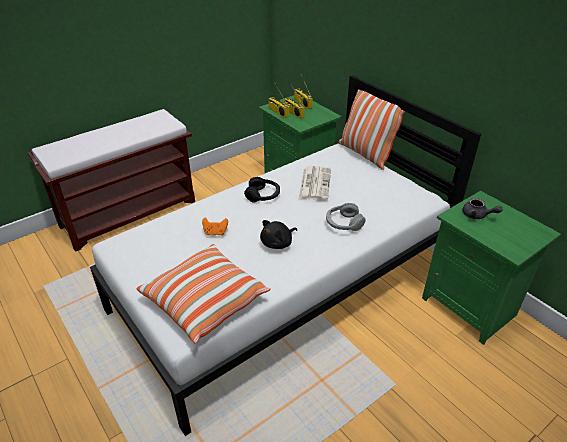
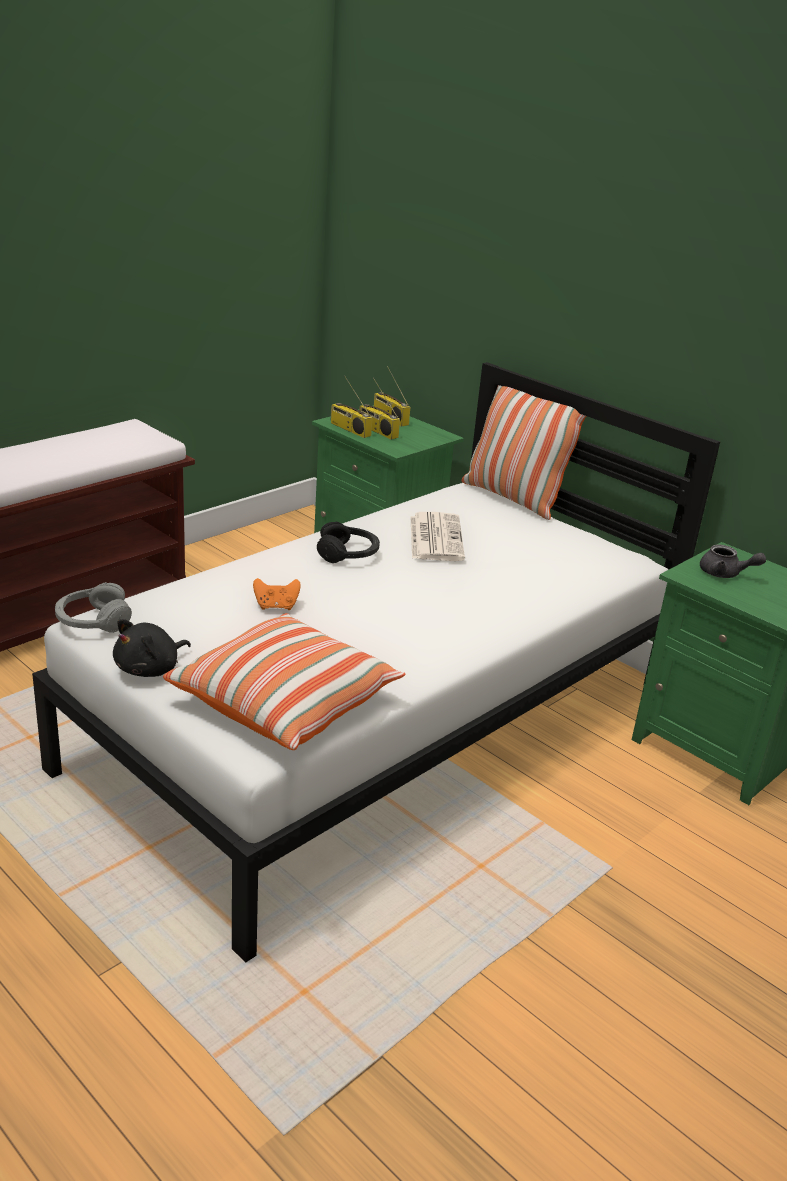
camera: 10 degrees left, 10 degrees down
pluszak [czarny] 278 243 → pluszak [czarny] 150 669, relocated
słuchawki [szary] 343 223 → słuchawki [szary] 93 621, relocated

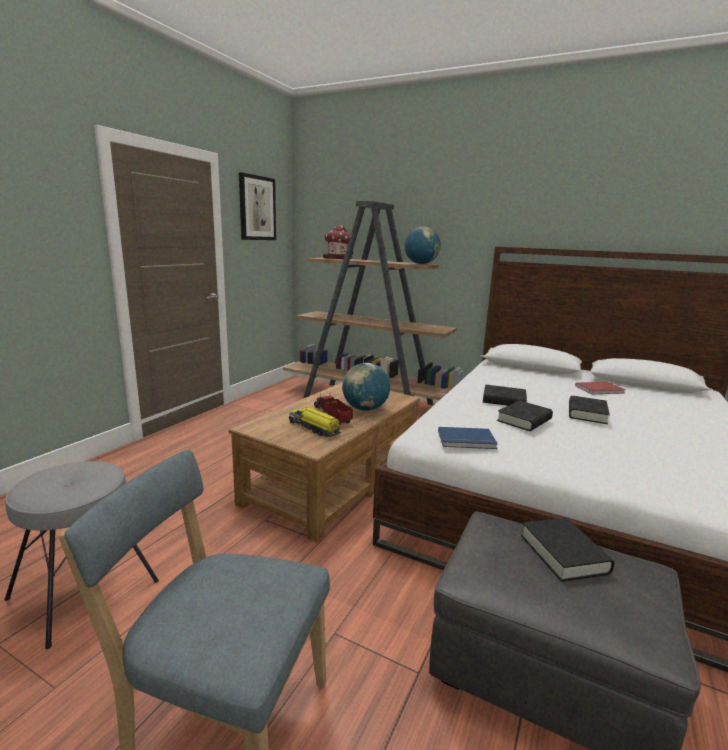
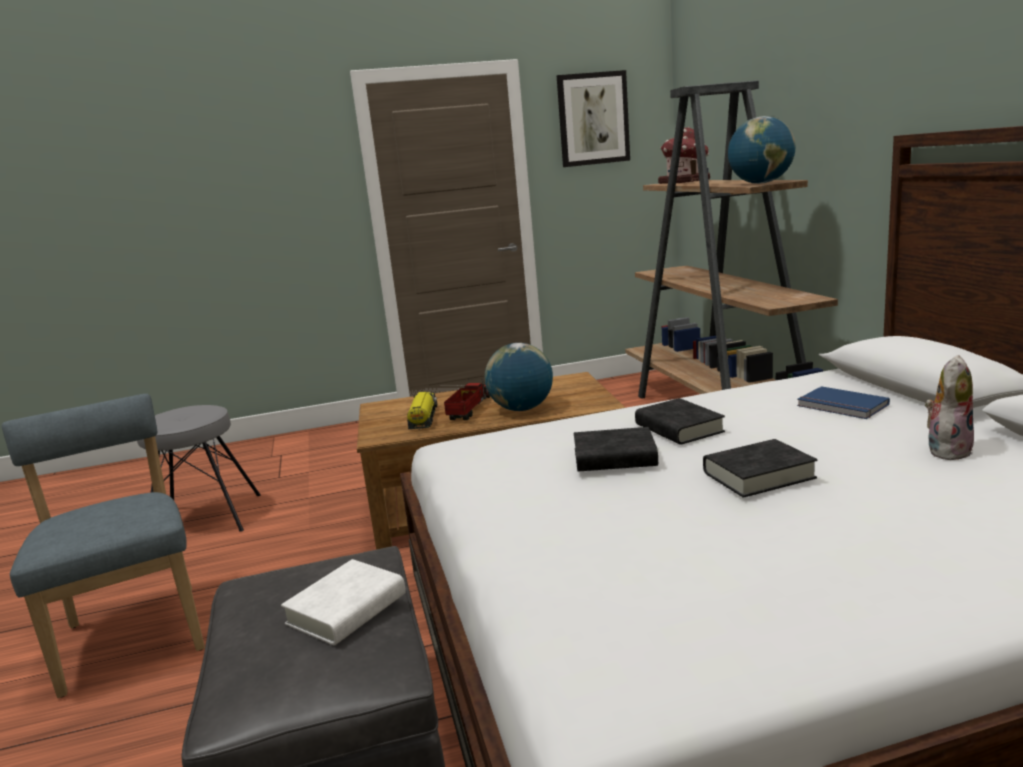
camera: 50 degrees right, 0 degrees up
książka [niebieski] 467 441 → książka [niebieski] 841 406, relocated
książka [czerwony] 600 390 → pluszak 947 450
książka [czarny] 563 554 → książka [biały] 347 609

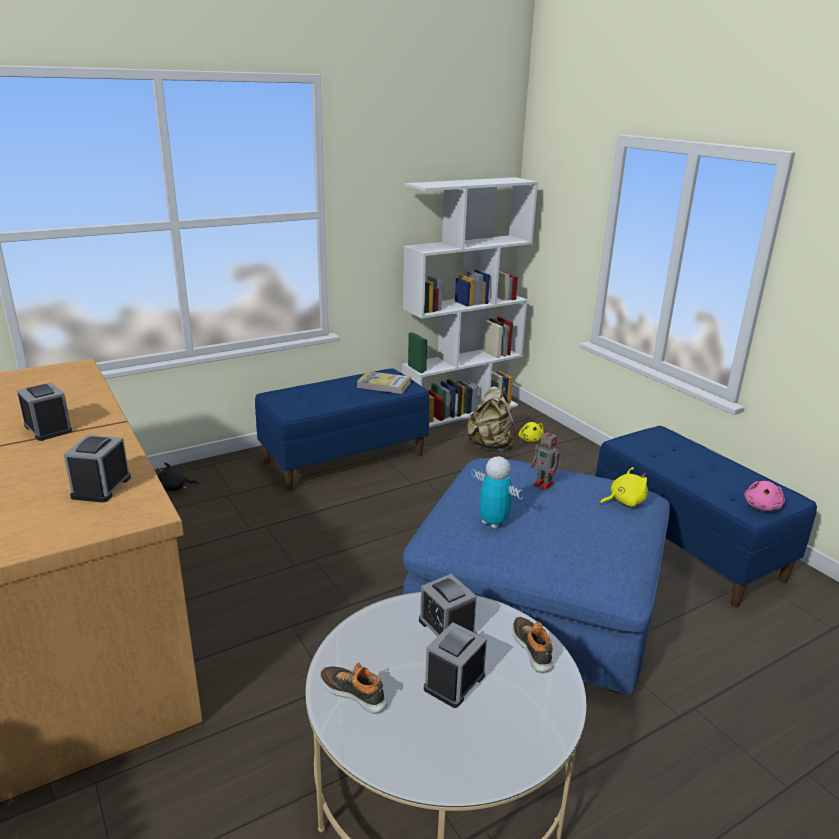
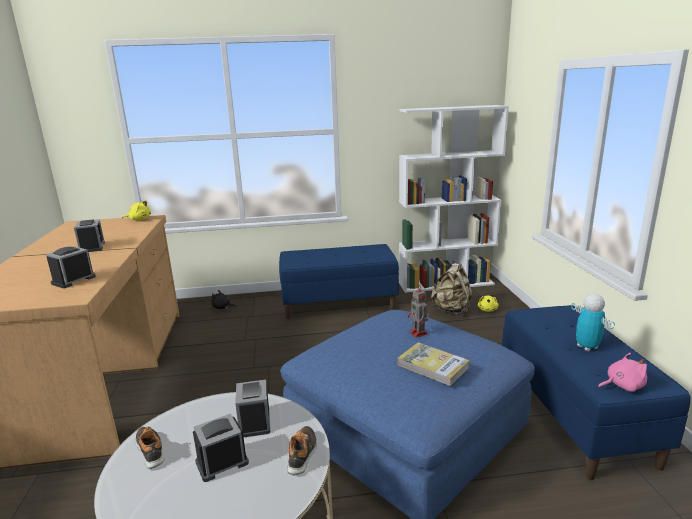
camera: 25 degrees right, 5 degrees down
książka 384 385 → książka 433 366, relocated
robot zabawkowy 493 523 → robot zabawkowy 587 347, relocated
pluszak [żółty] 624 501 → pluszak [żółty] 139 219, relocated
pluszak [różowy] 762 506 → pluszak [różowy] 622 385, 150 degrees counterclockwise

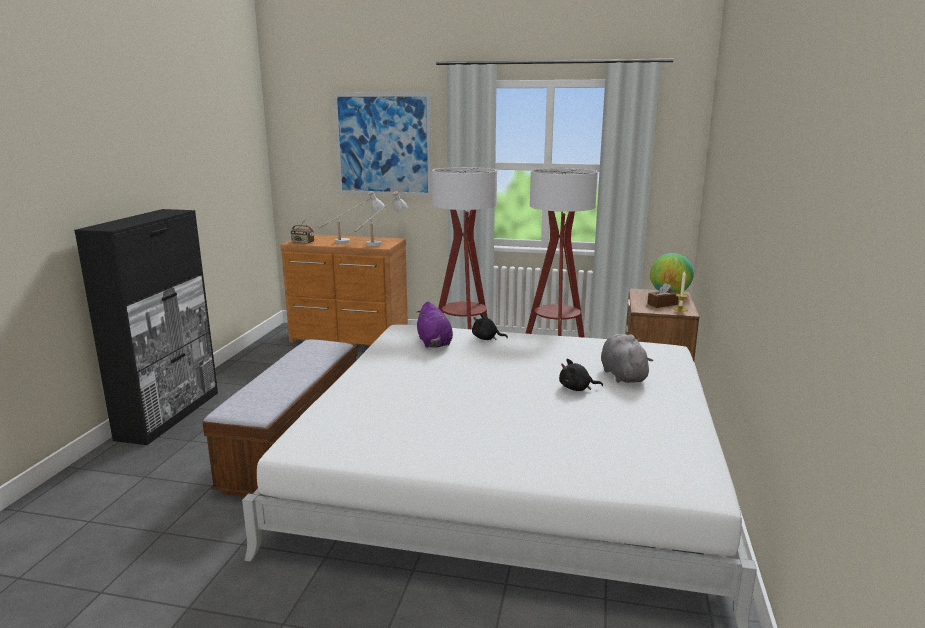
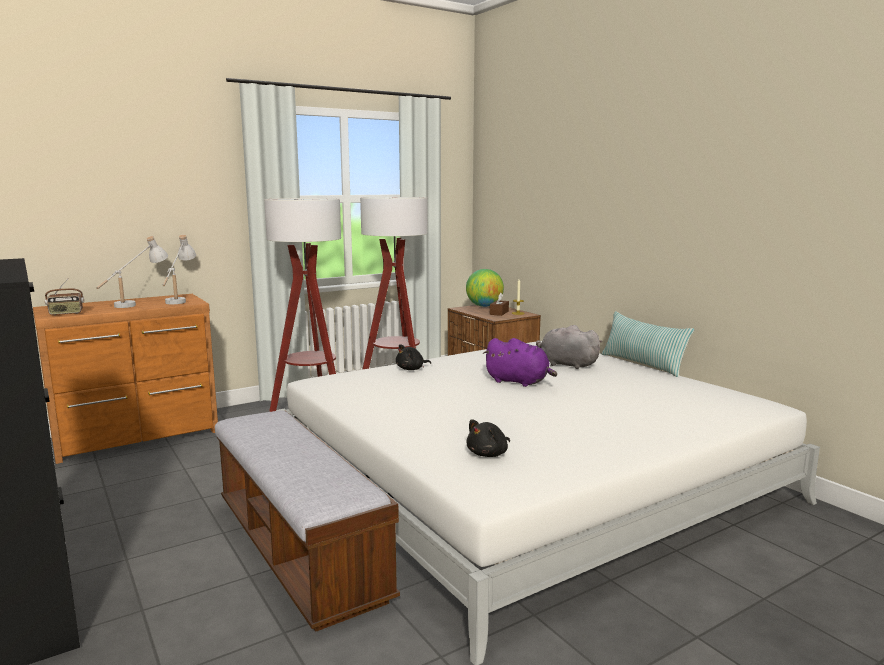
camera: 45 degrees left, 5 degrees down
obraz 383 145 → -
- → poduszka 642 364
pluszak [fioletowy] 434 343 → pluszak [fioletowy] 519 382, relocated
pluszak [czarny] 577 388 → pluszak [czarny] 489 454, relocated

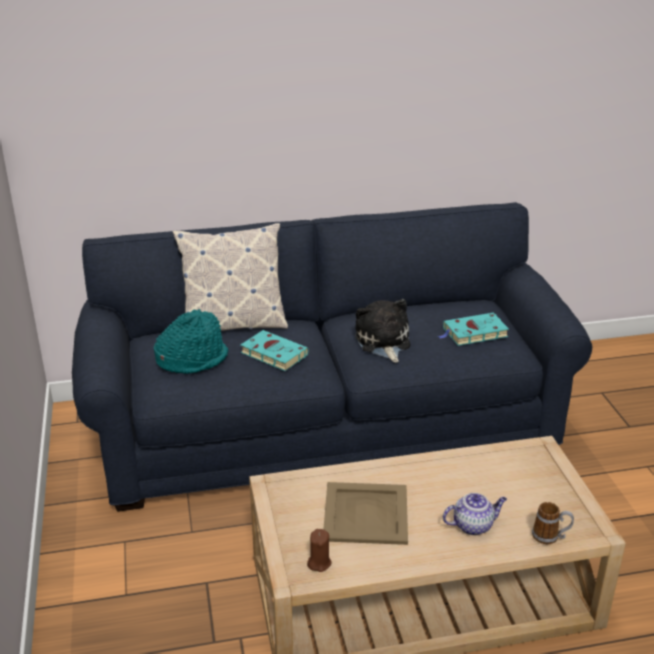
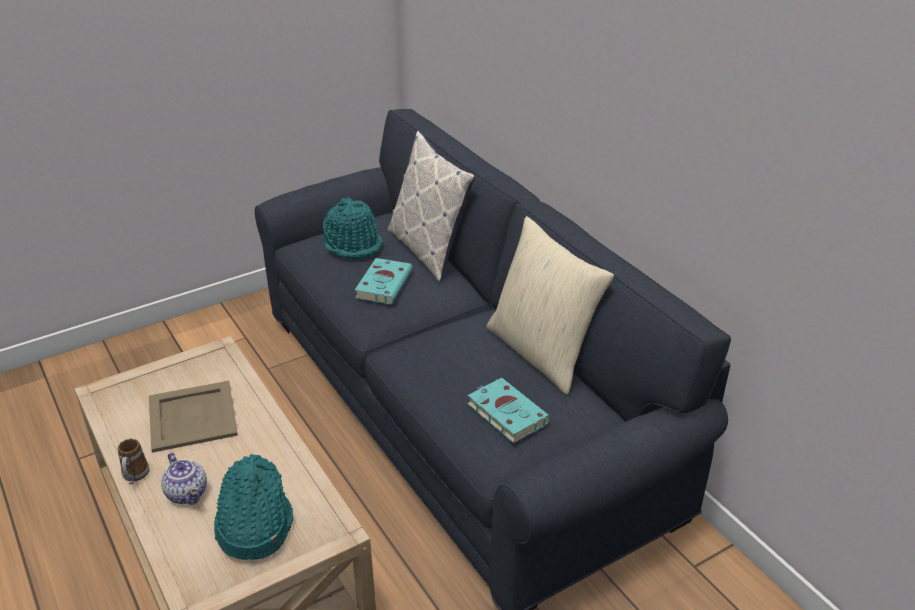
camera: 70 degrees right, 5 degrees up
świeca [brązowy] 319 563 → -
pluszak 383 342 → -
- → kapelusz [turkusowy] 253 526
- → poduszka [beżowy] 541 352
kubek 550 537 → kubek 134 476, relocated

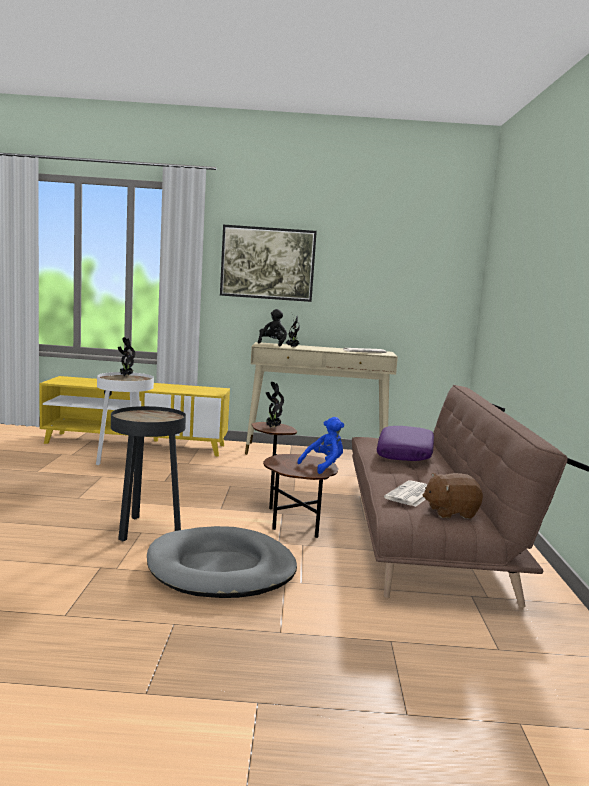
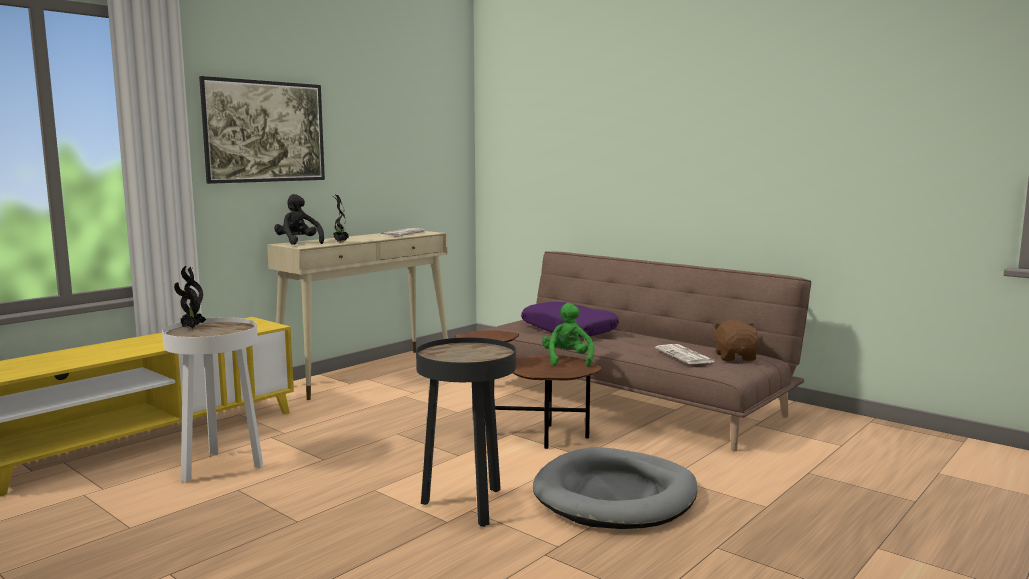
camera: 50 degrees left, 0 degrees up
roślina doniczkowa 272 428 → -
pluszak [niebieski] 324 466 → pluszak [zielony] 567 360
pluszak [brązowy] 450 512 → pluszak [brązowy] 735 357, 150 degrees clockwise

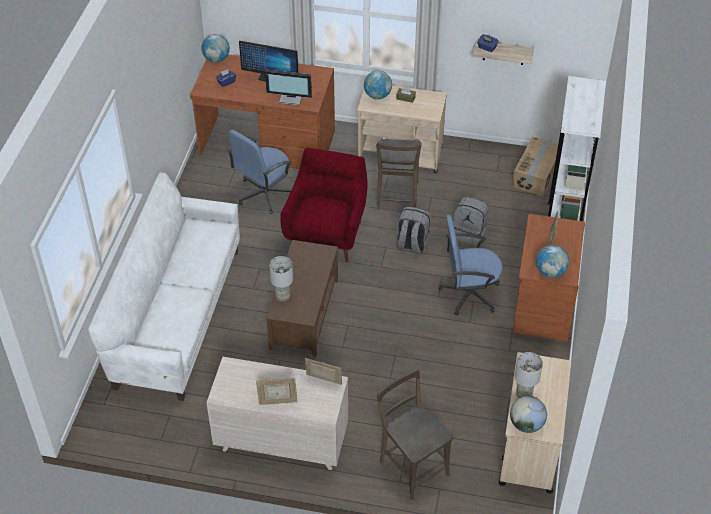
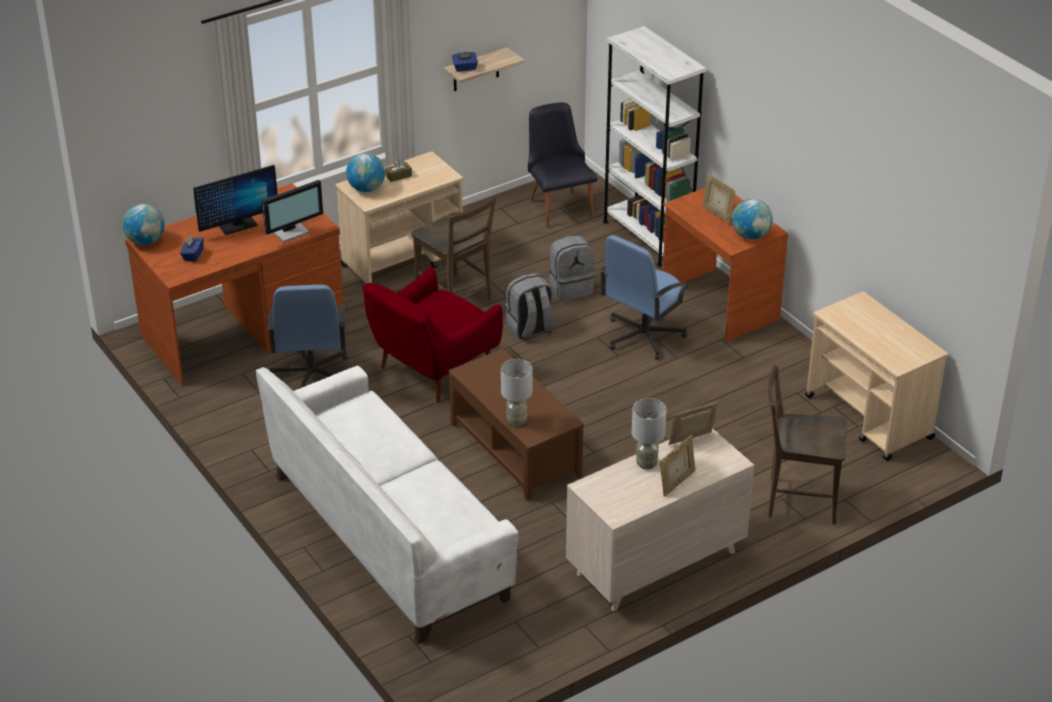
camera: 45 degrees left, 10 degrees down
globus 526 424 → -
lampa stołowa [szary] 524 394 → lampa stołowa [szary] 646 463, relocated
karton 536 174 → krzesło [czarny] 559 205
fotel [czerwony] 327 234 → fotel [czerwony] 432 370, 105 degrees counterclockwise

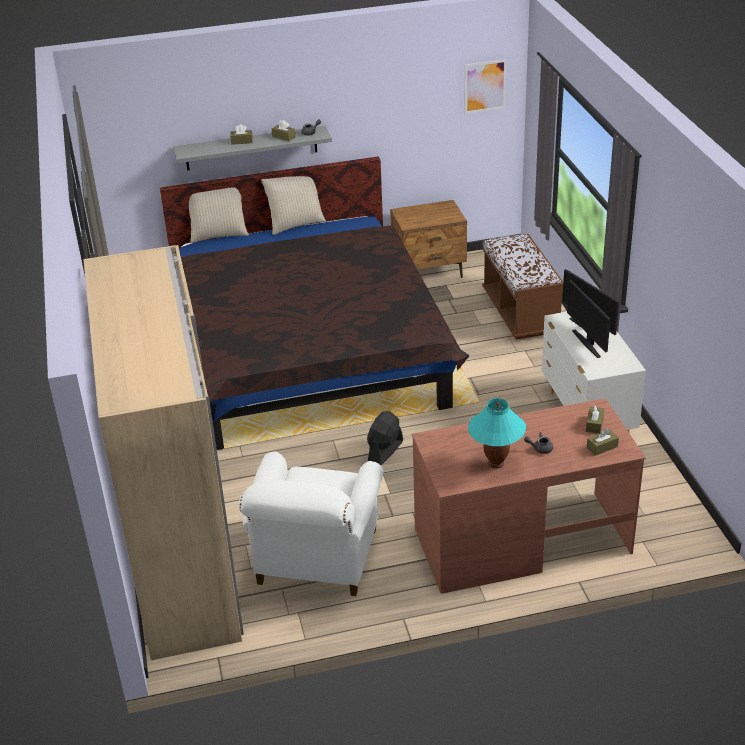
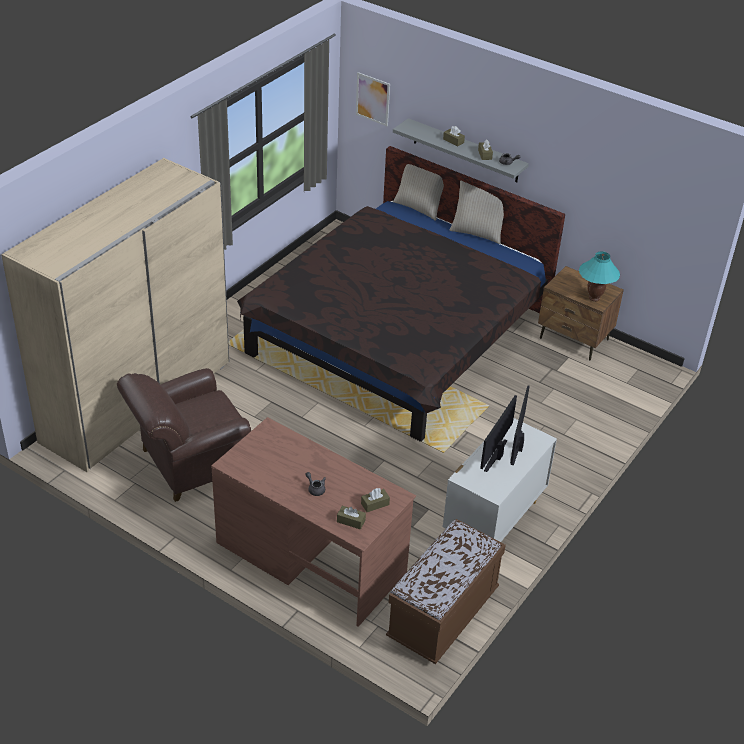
camera: 45 degrees right, 5 degrees up
wentylator [czarny] 385 451 → -
obraz 485 86 → obraz 373 99, relocated
lampa stołowa [turkusowy] 496 463 → lampa stołowa [turkusowy] 594 298, relocated
ławka [brązowy] 520 312 → ławka [brązowy] 443 615, relocated
fotel [biały] 315 561 → fotel [brązowy] 189 464

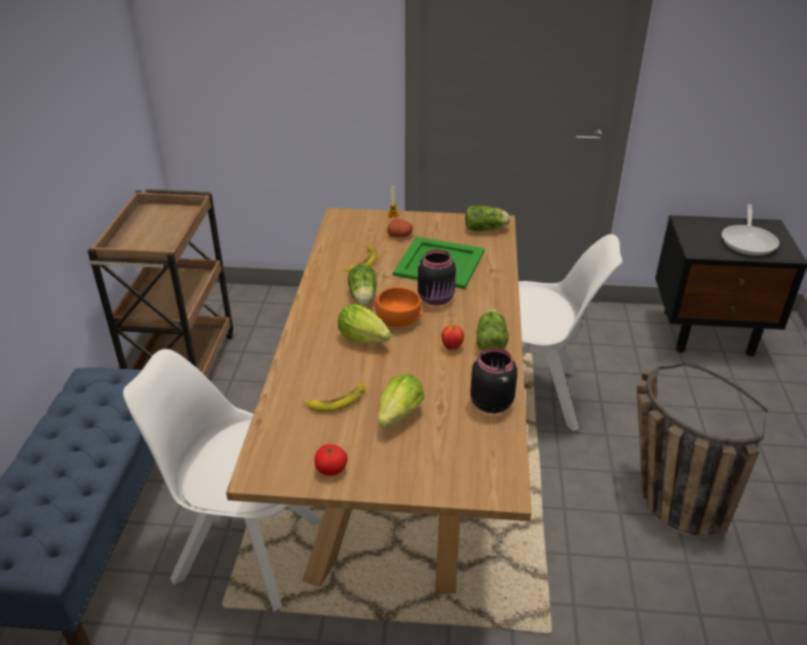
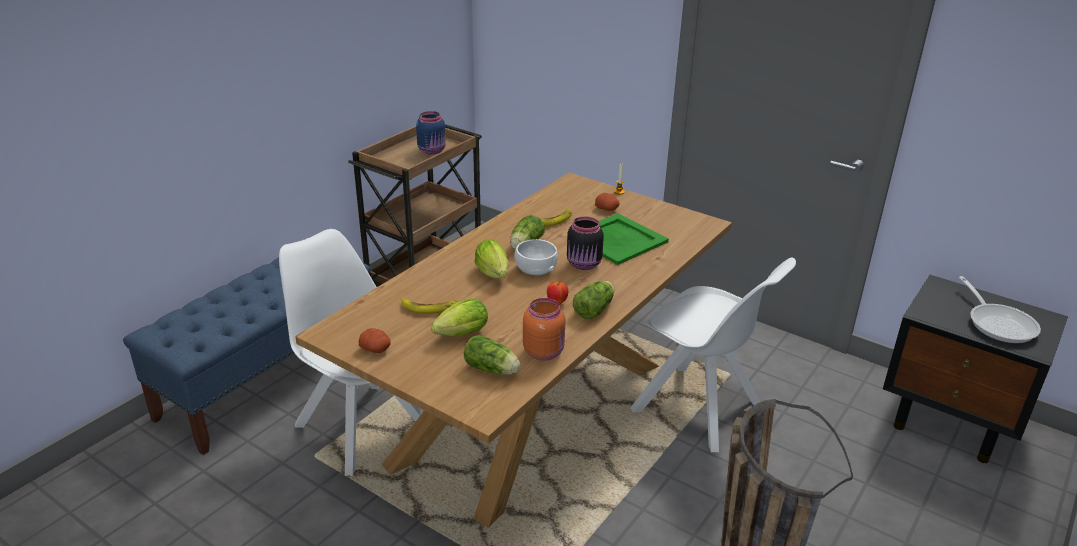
camera: 30 degrees right, 5 degrees down
- → słoik [niebieski] 432 151
sałata 486 229 → sałata 493 370, relocated
pomidor 331 469 → ziemniak 376 349
miska [pomarańczowy] 398 319 → miska [biały] 535 269
słoik [czarny] 491 402 → słoik [pomarańczowy] 544 351
patelnia 748 241 → patelnia 998 324, 60 degrees counterclockwise

